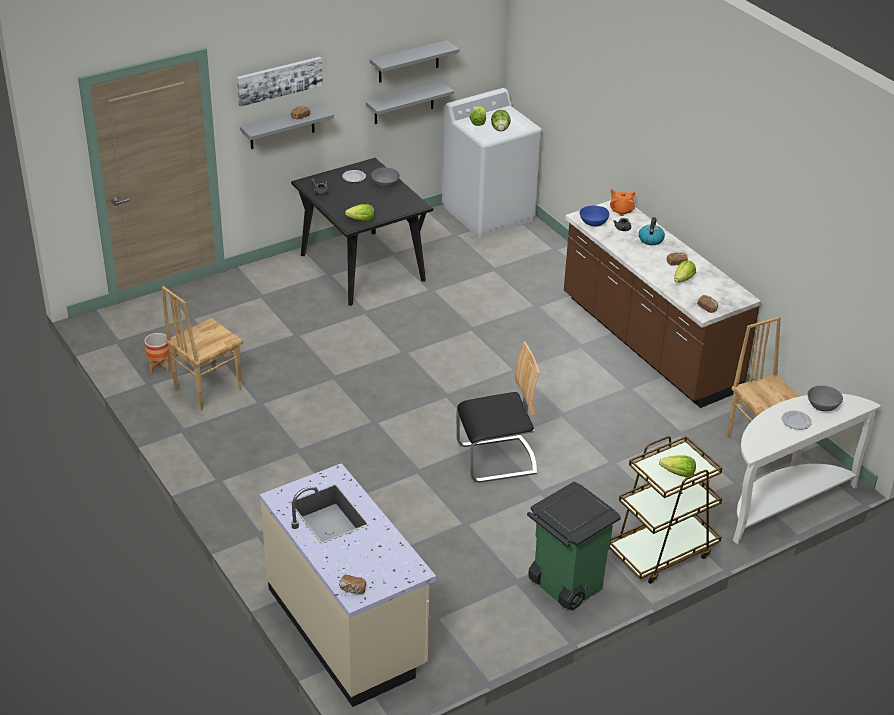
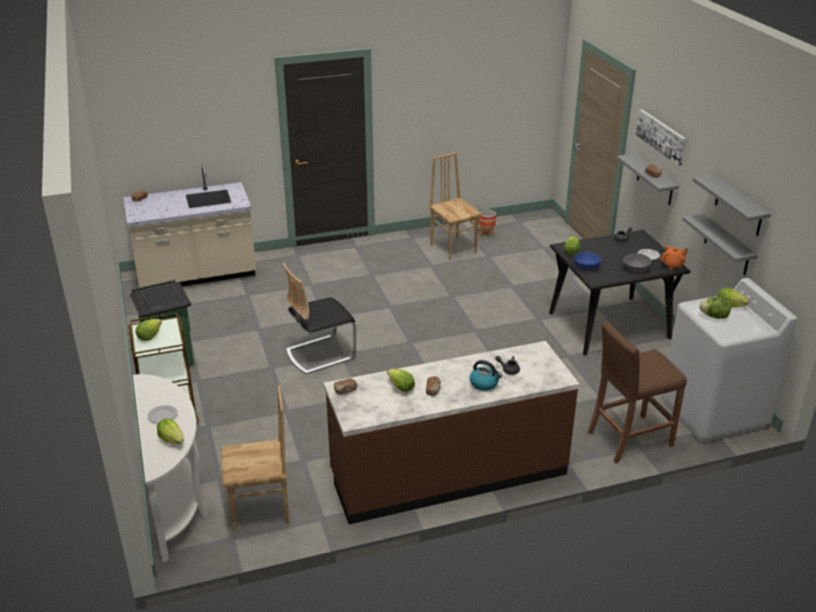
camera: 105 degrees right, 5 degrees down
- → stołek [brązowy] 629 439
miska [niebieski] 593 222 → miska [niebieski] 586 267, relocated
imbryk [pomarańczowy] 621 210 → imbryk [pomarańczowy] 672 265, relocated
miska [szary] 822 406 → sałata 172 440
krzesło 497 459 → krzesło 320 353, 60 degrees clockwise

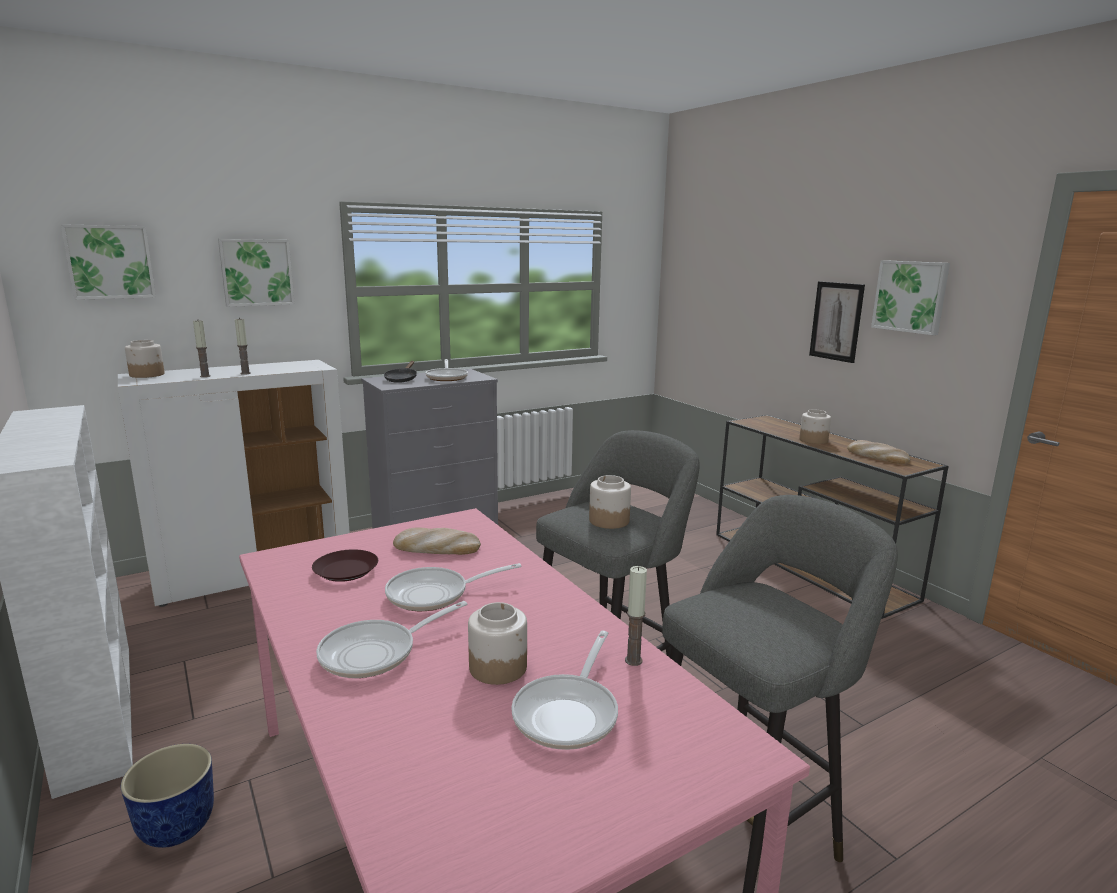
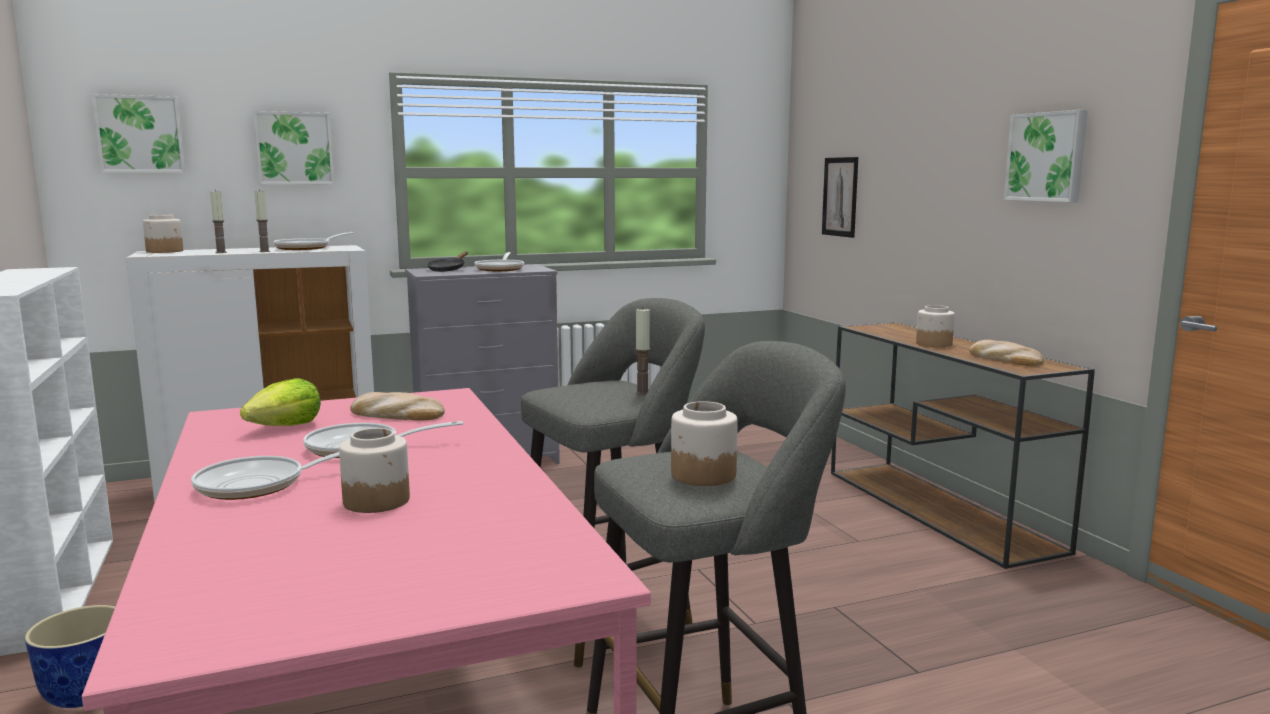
camera: 10 degrees right, 5 degrees down
patelnia 569 713 → patelnia 307 248, relocated
słoik 608 520 → słoik 703 475, relocated
świeca 633 660 → świeca 642 392, relocated
obraz 836 321 → obraz 840 197, relocated
talerz [brązowy] 346 570 → sałata 286 427

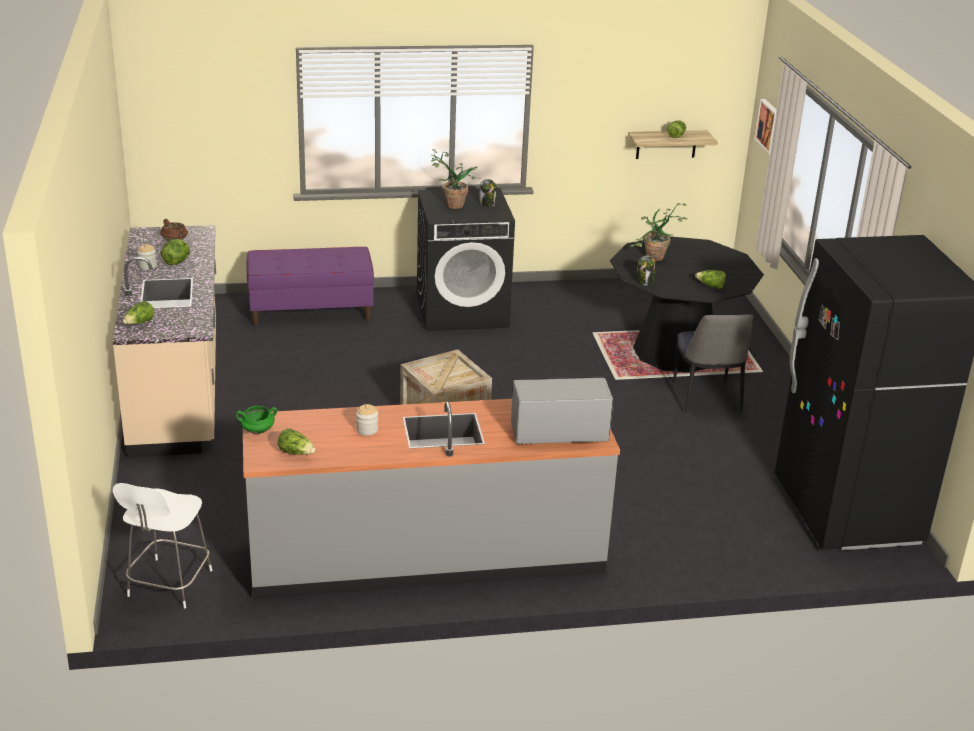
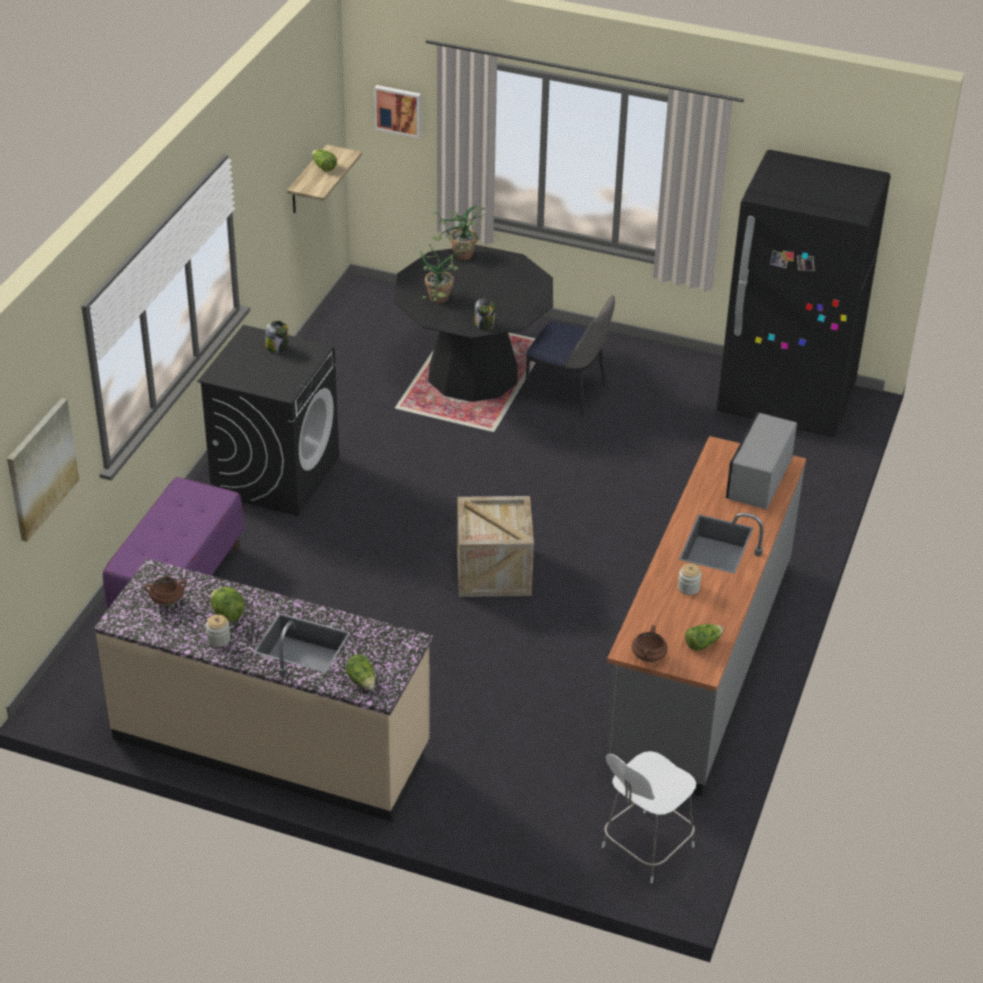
camera: 60 degrees left, 10 degrees up
sałata 711 286 → -
- → obraz 41 468
roślina doniczkowa 450 204 → roślina doniczkowa 459 257, relocated
garnek [zielony] 257 431 → garnek [brązowy] 649 657
krzesło [biały] 168 585 → krzesło [biały] 645 848, 90 degrees clockwise

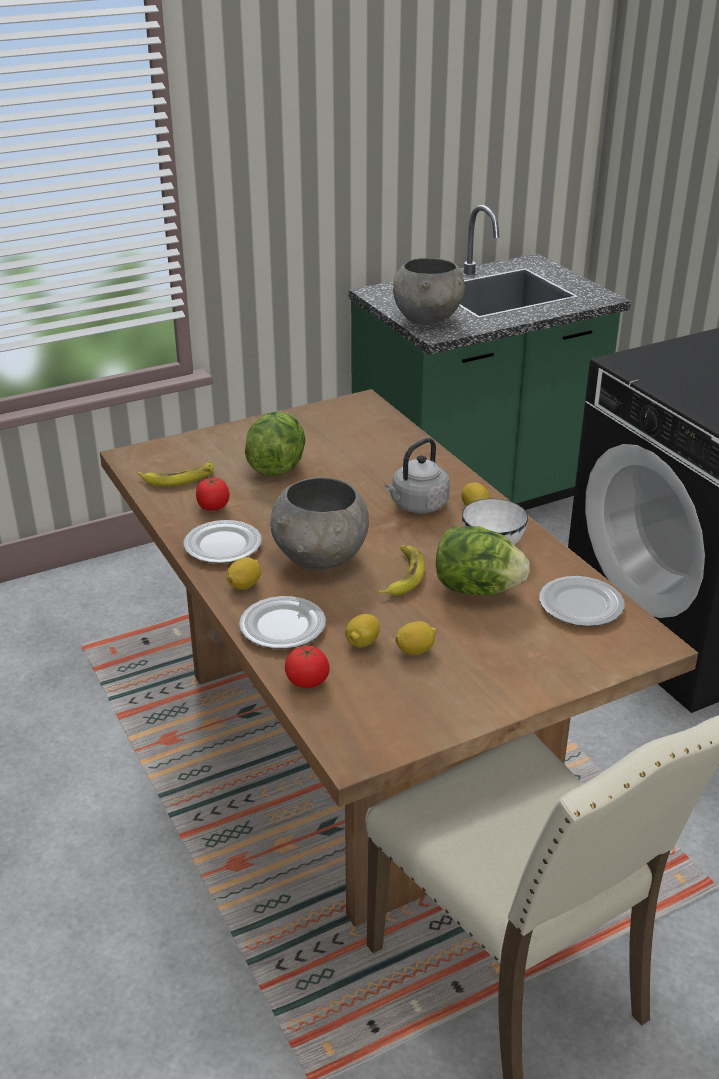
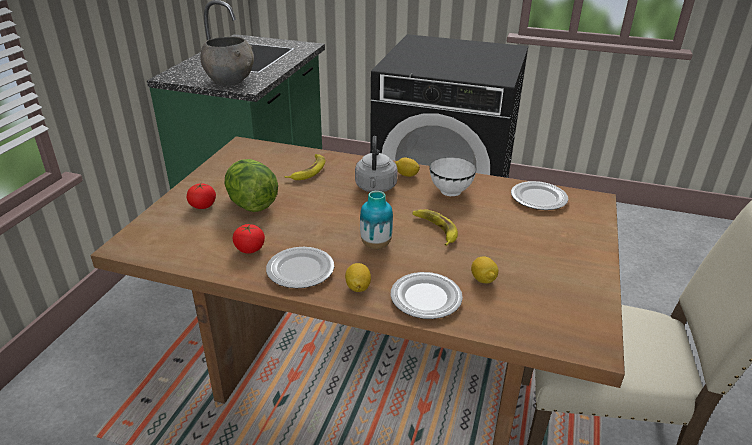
camera: 45 degrees left, 0 degrees up
cytryna 415 650 → -
sałata 477 589 → -
banan 179 478 → banan 308 170, relocated
pomidor 307 681 → pomidor 202 206, relocated
miska [szary] 321 559 → wazon 376 245

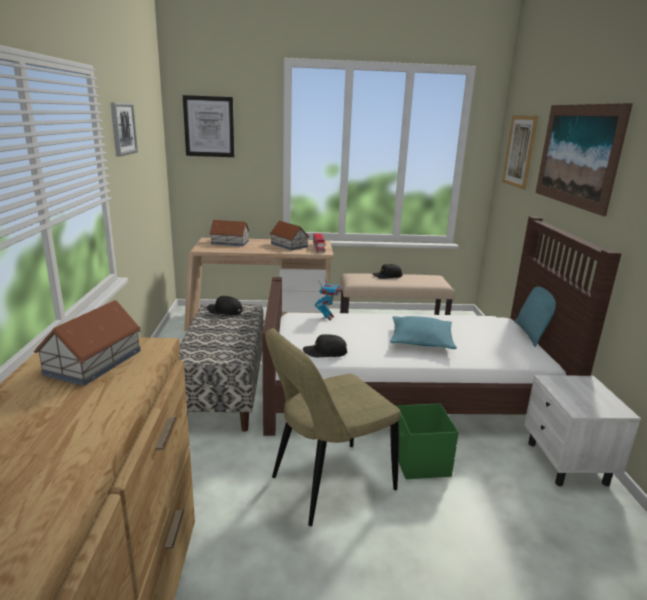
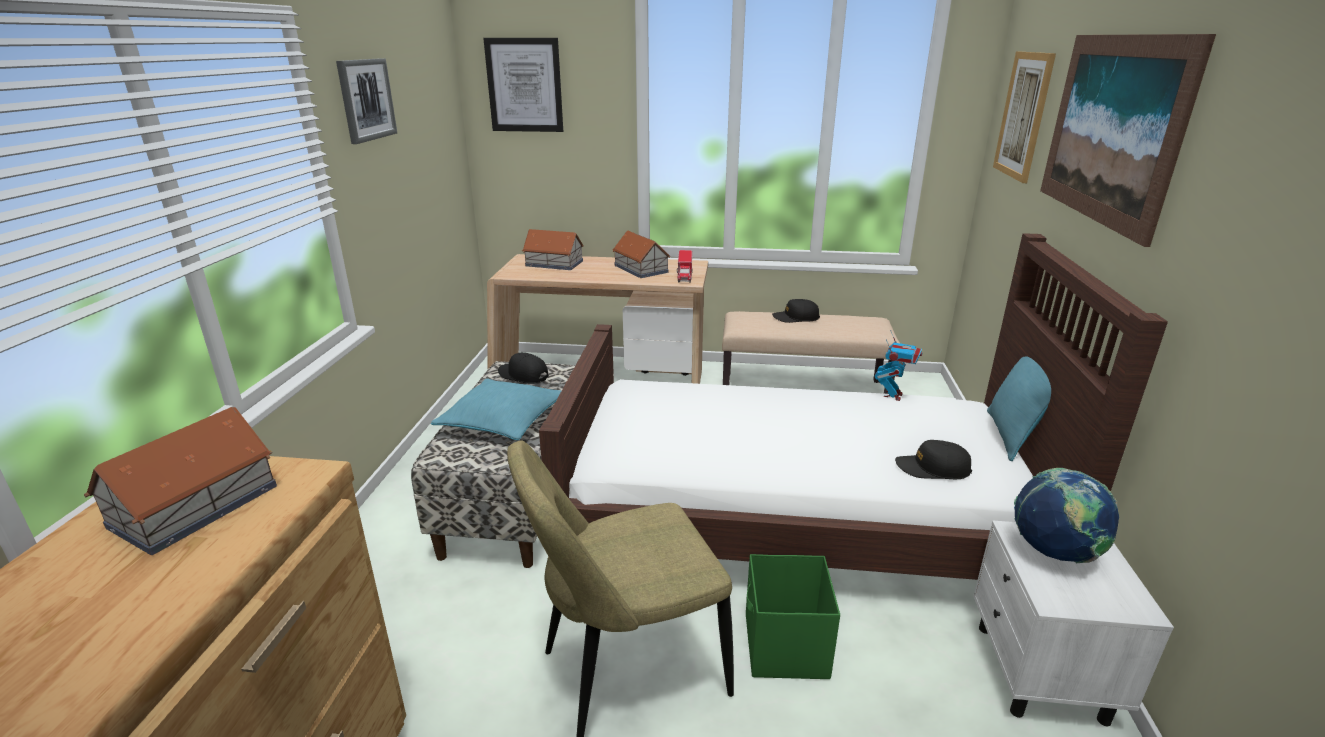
camera: 10 degrees right, 5 degrees up
- → globus 1054 552
czapka z daszkiem [czarny] 325 352 → czapka z daszkiem [czarny] 932 469, relocated
robot zabawkowy 327 317 → robot zabawkowy 893 395, relocated
poduszka [turkusowy] 421 340 → poduszka [turkusowy] 502 420, relocated

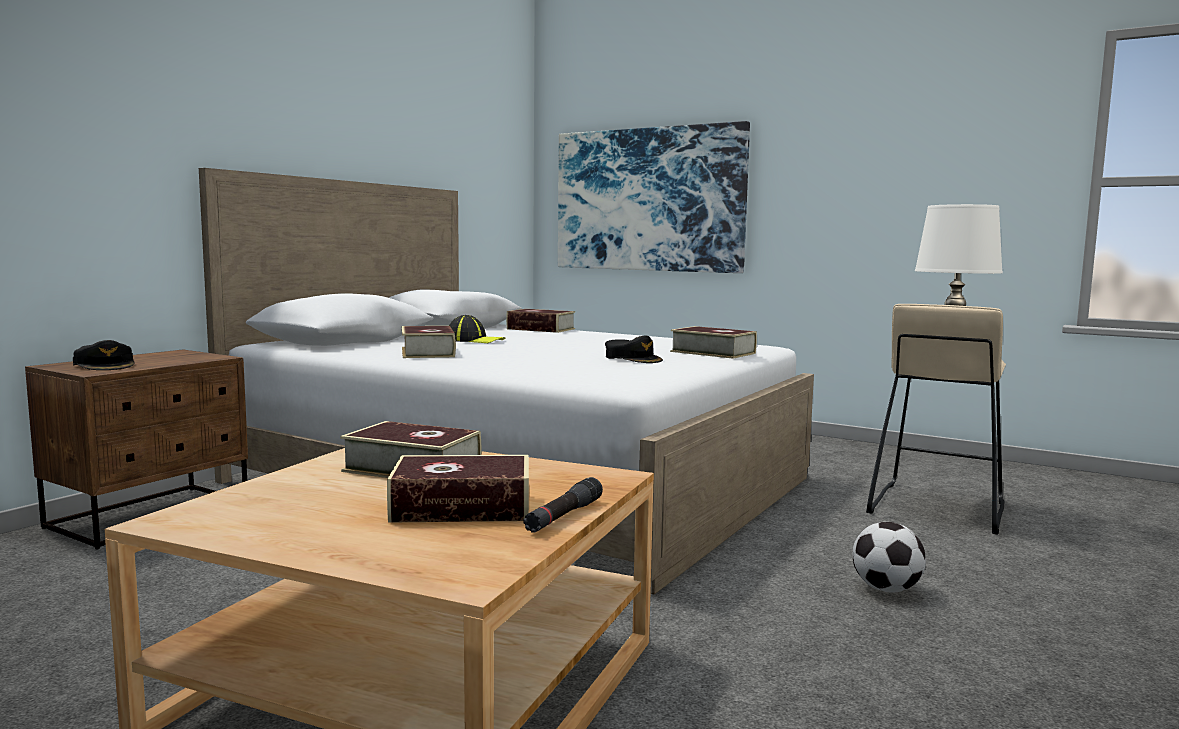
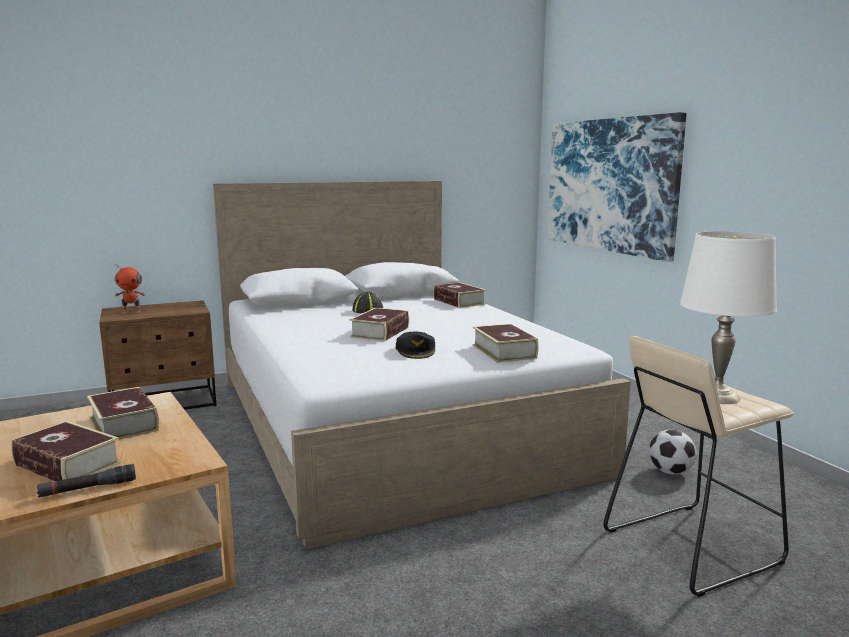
camera: 35 degrees right, 5 degrees up
książka 428 352 → książka 380 332, relocated
piłka futbolowa 886 589 → piłka futbolowa 670 472, relocated
czapka z daszkiem [czarny] 105 365 → robot zabawkowy 132 312

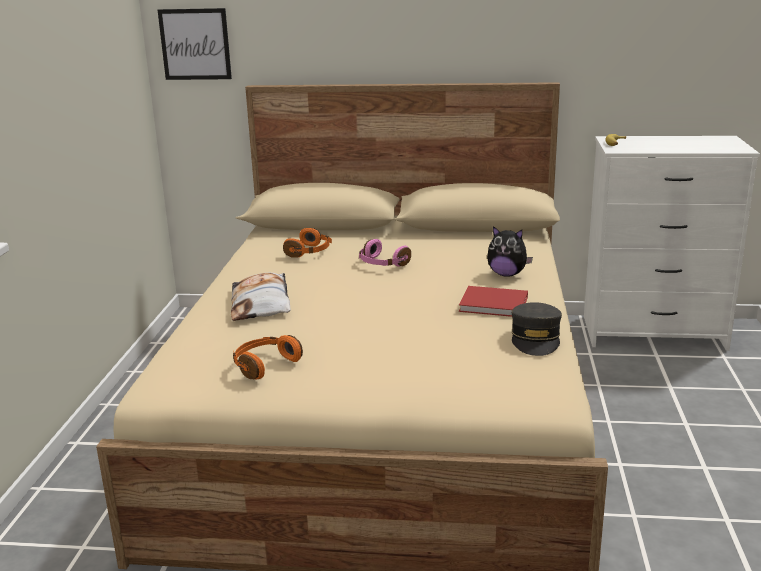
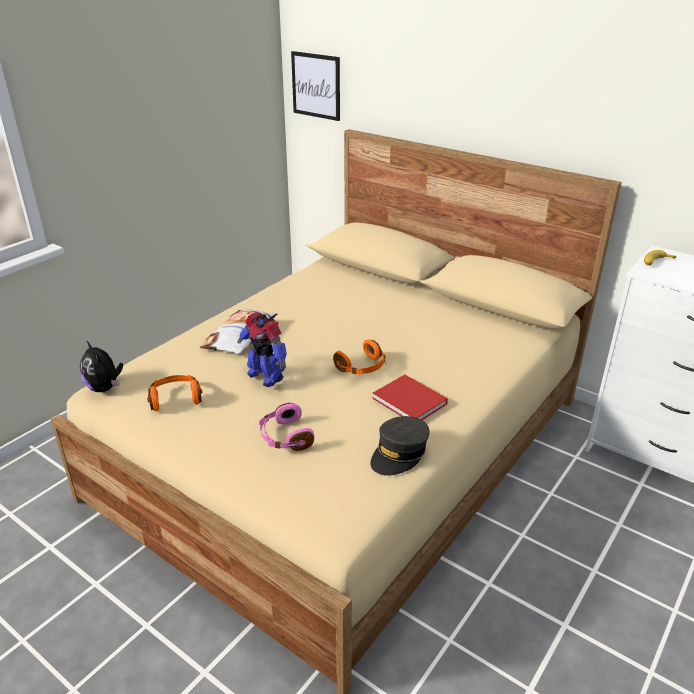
camera: 30 degrees right, 10 degrees up
- → robot zabawkowy 265 376
słuchawki [pomarańczowy] 310 252 → słuchawki [pomarańczowy] 362 367, relocated
słuchawki [różowy] 382 264 → słuchawki [różowy] 285 437, relocated
pluszak 507 274 → pluszak 105 388, relocated

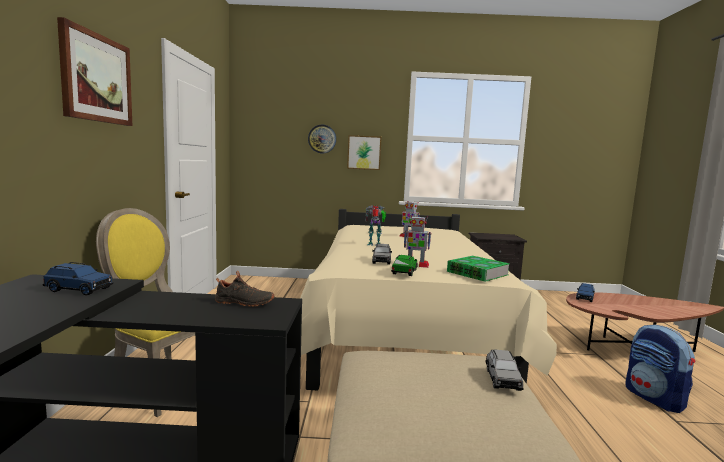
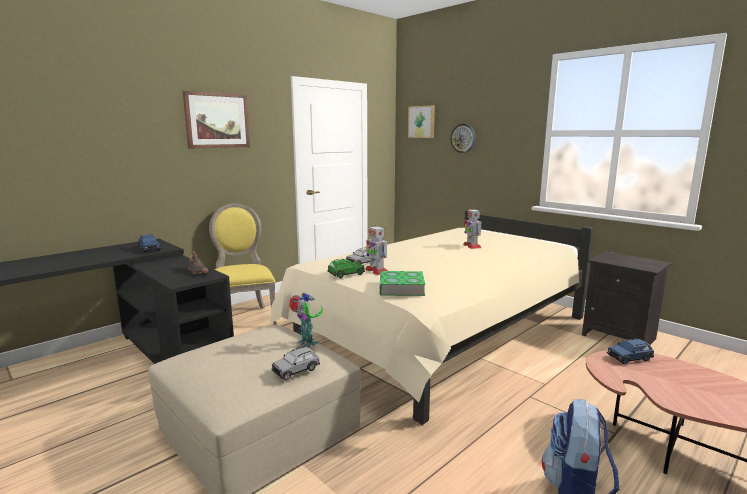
camera: 45 degrees right, 5 degrees up
obraz 364 152 → obraz 422 122, relocated
robot zabawkowy 375 245 → robot zabawkowy 306 344, relocated

